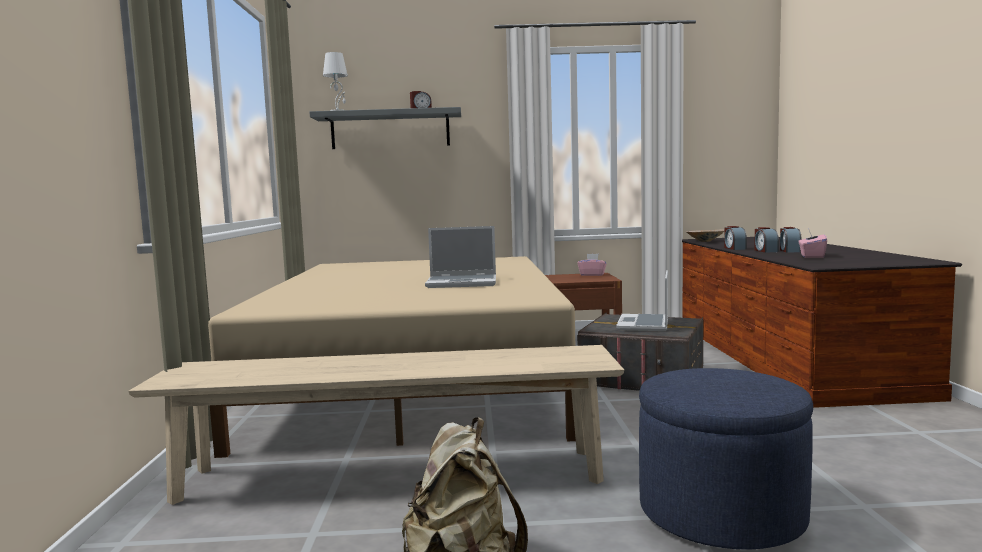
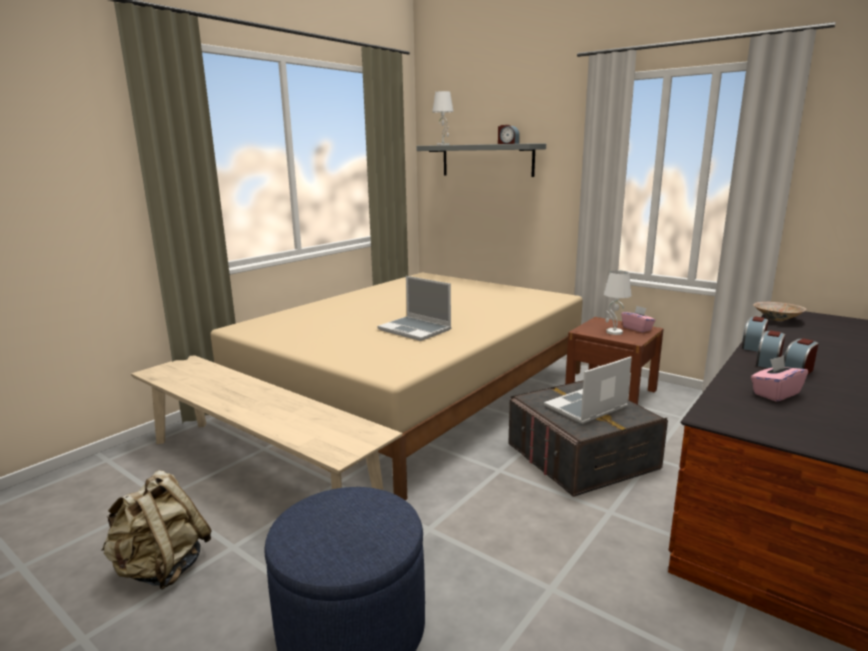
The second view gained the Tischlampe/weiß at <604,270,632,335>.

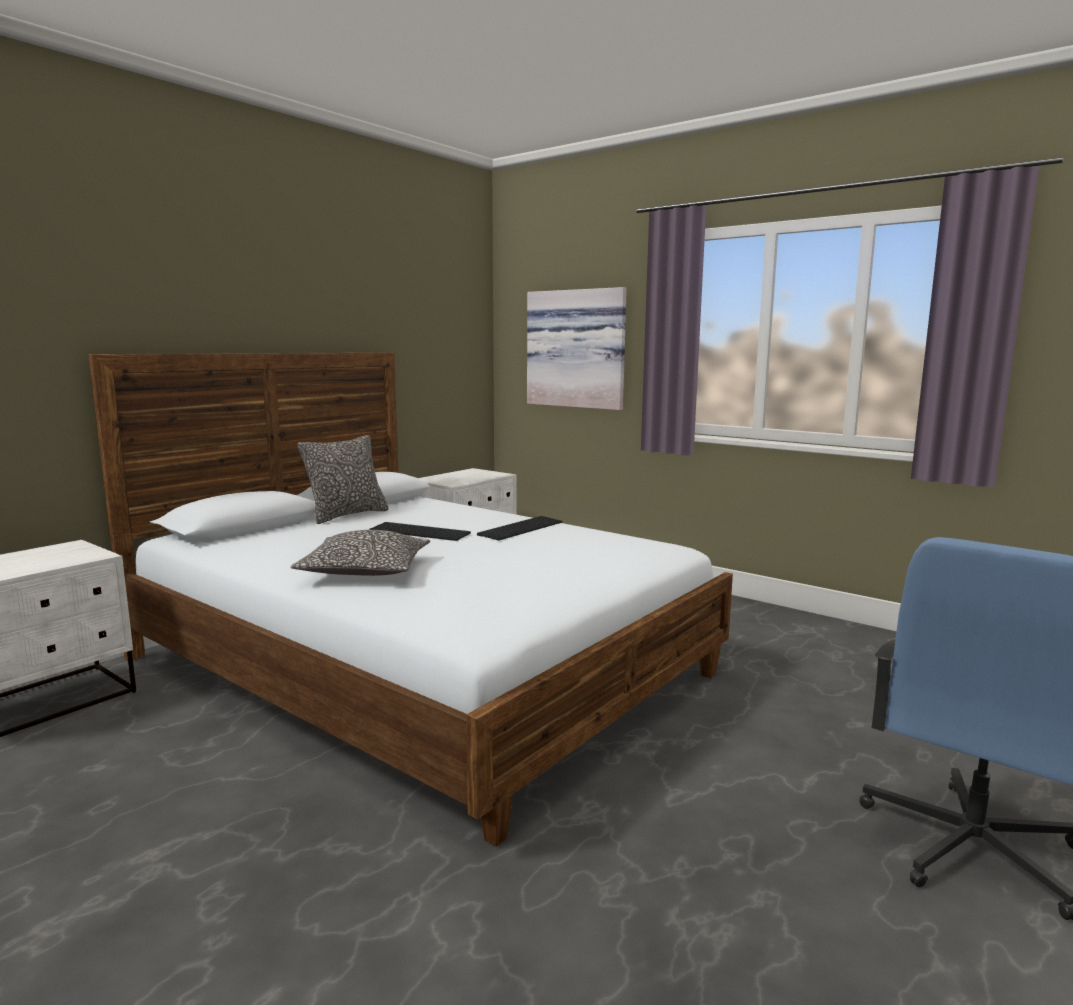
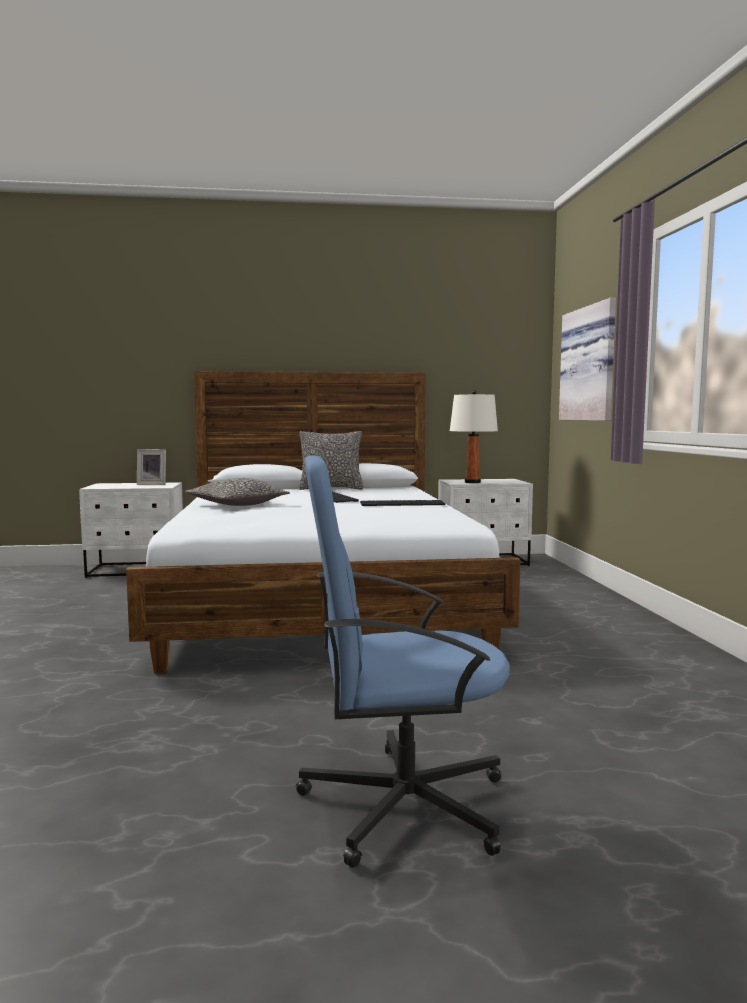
The second view gained the Bilderrahmen at <137,449,166,485>.
The second view gained the Tischlampe/weiß at <450,390,498,483>.

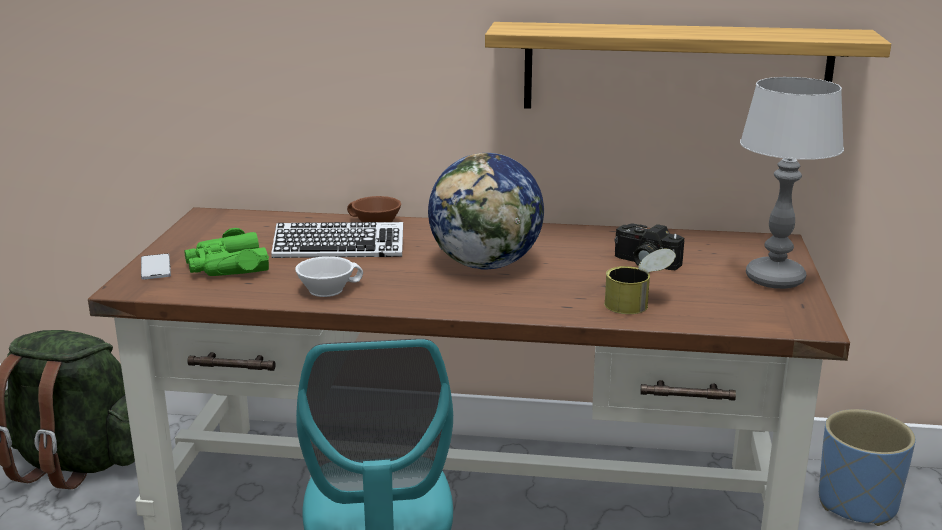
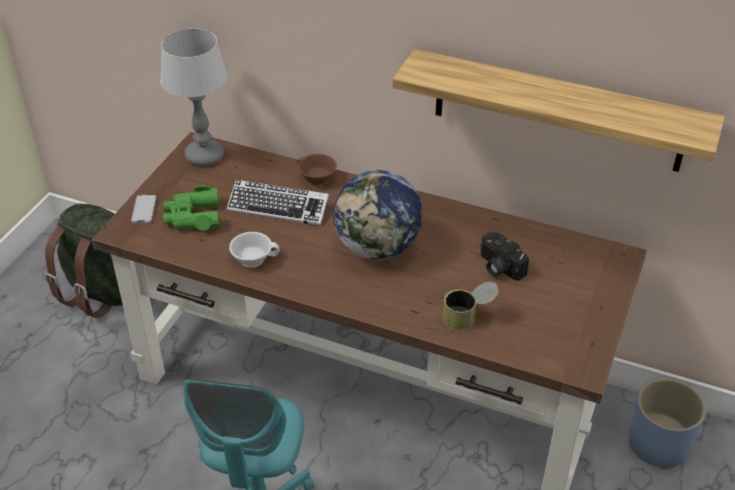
The Tischlampe ended up elsewhere, having gone from <740,77,844,289> to <160,29,228,166>.

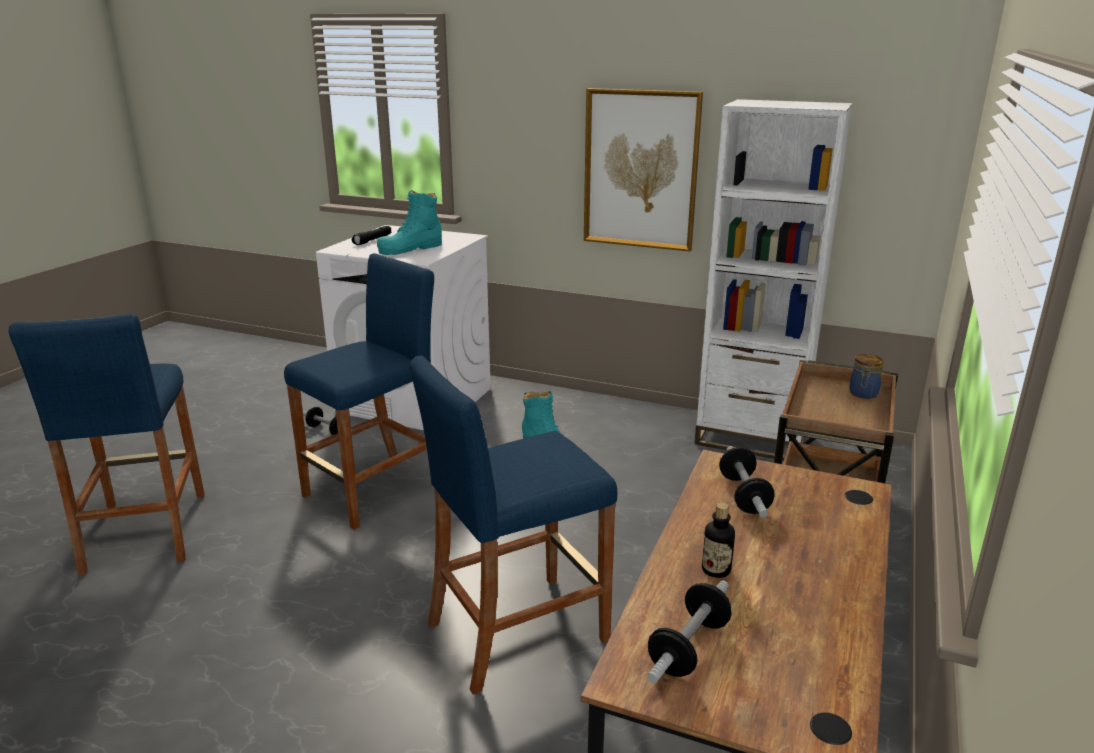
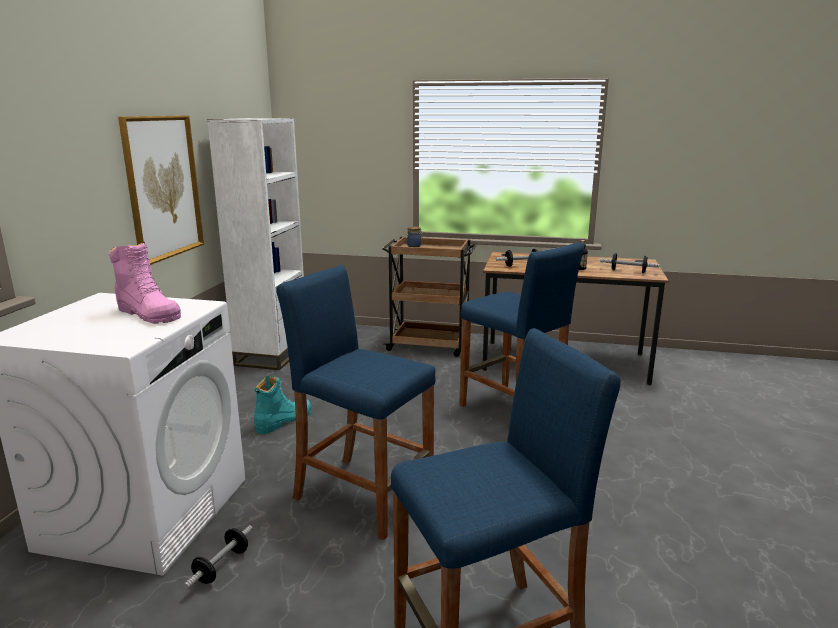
The second view lost the Taschenlampe/schwarz at <352,226,391,245>.
What was the Stiefel/türkis at <377,190,442,255> turned into the Stiefel/rosa at <109,242,181,324>.

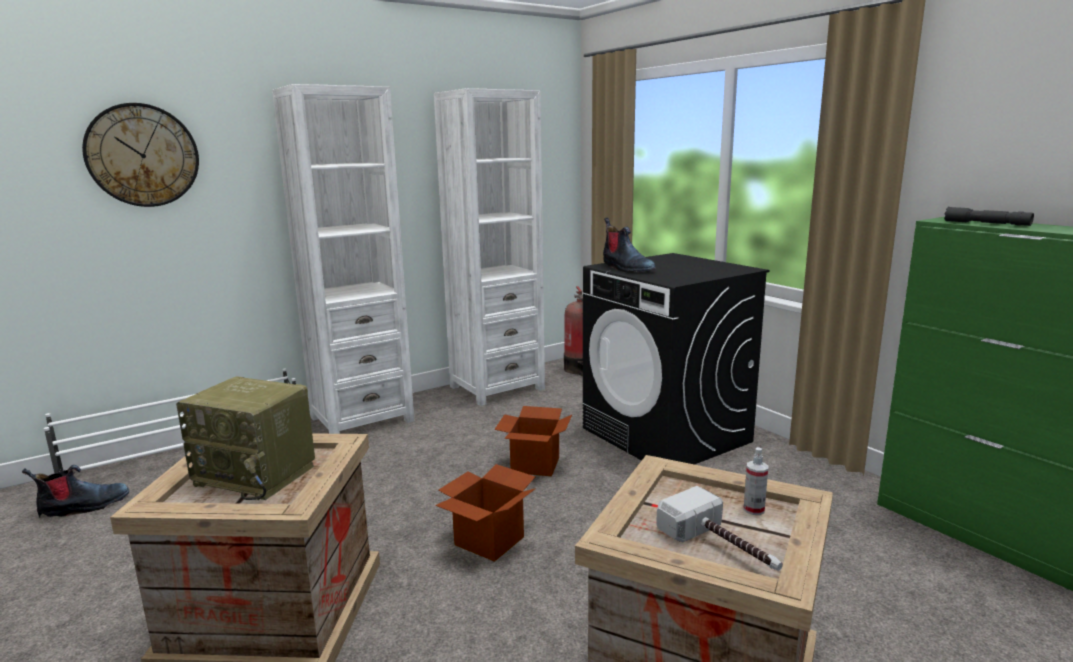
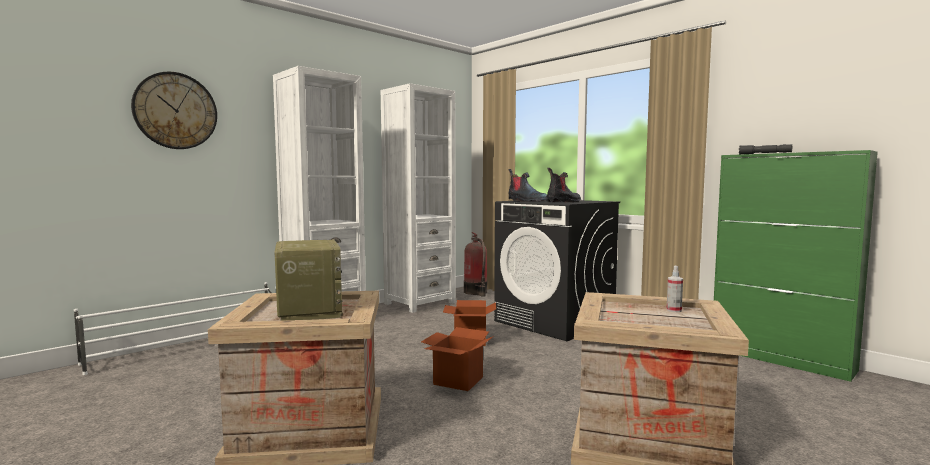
The Stiefel ended up elsewhere, having gone from <22,465,130,518> to <546,168,581,203>.
The Radio at <176,376,315,500> ended up facing another way, 120 degrees counterclockwise from before.
The second view lost the Hammer at <656,486,783,571>.

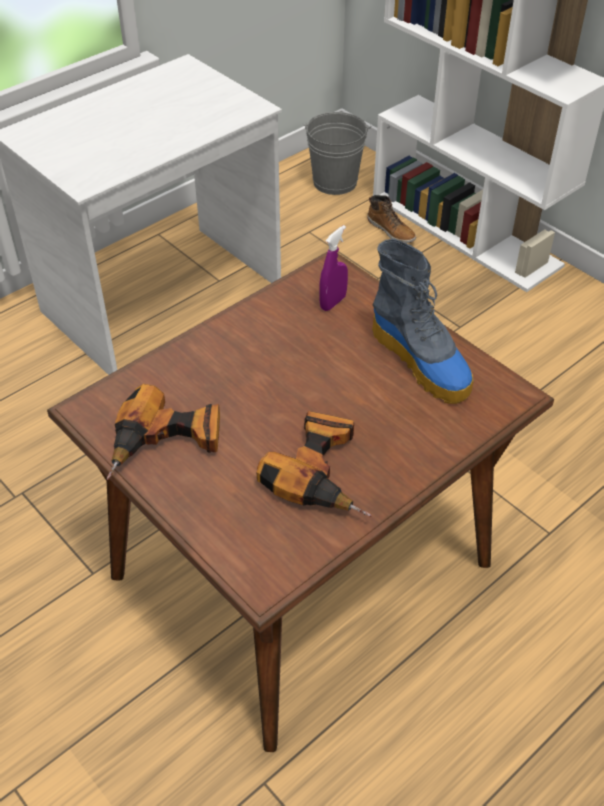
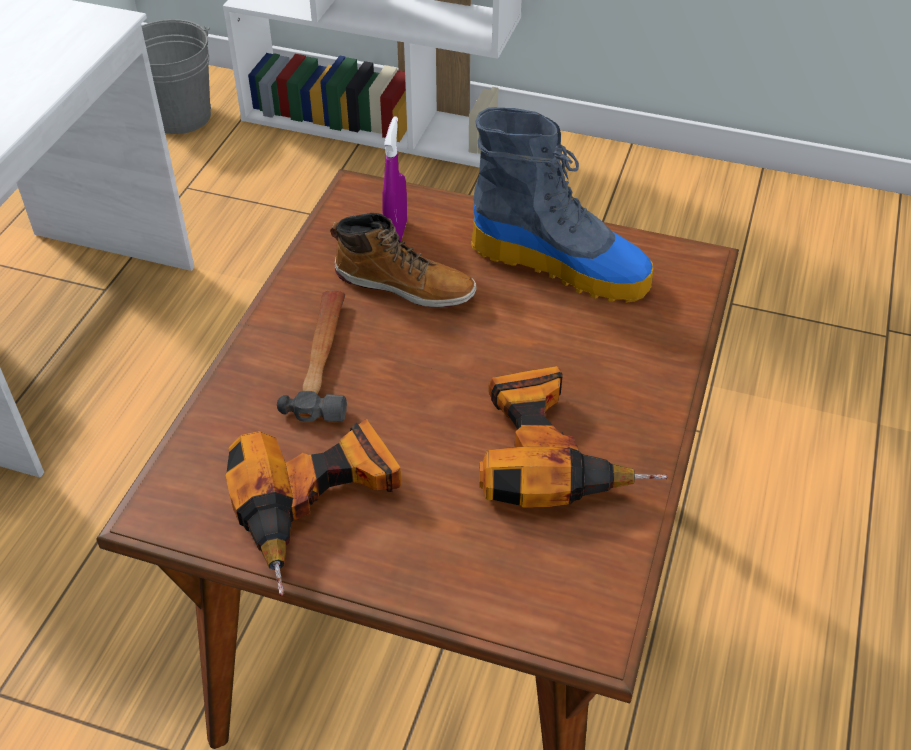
The Stiefel ended up elsewhere, having gone from <367,195,416,243> to <330,213,477,308>.
The second view gained the Hammer at <277,291,347,422>.

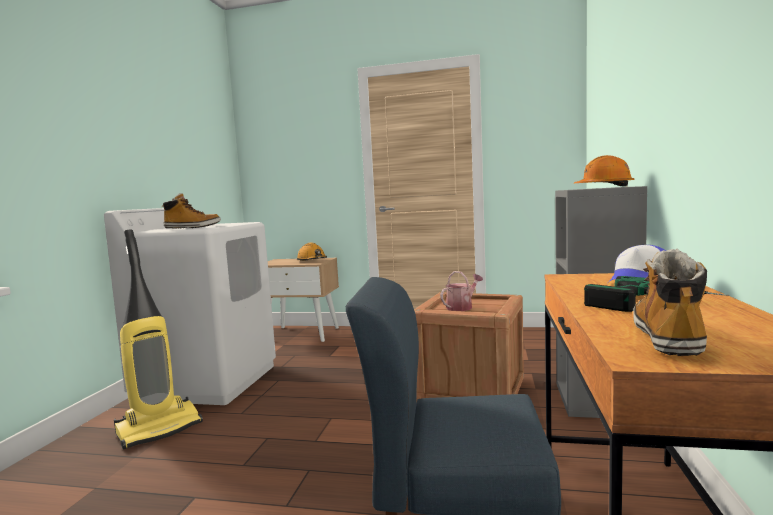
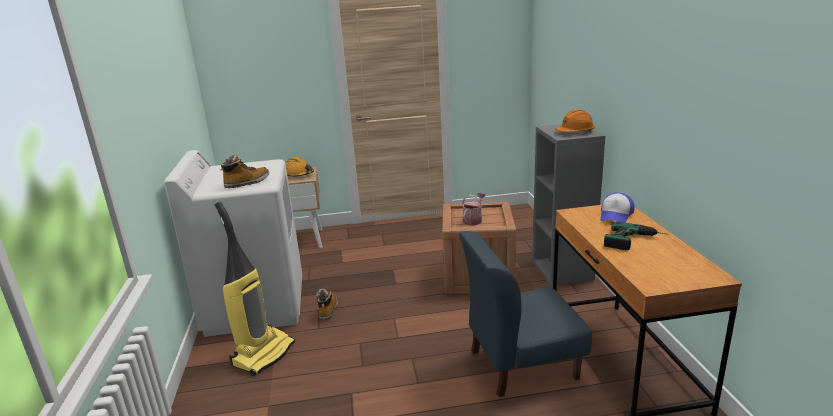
The Stiefel ended up elsewhere, having gone from <633,249,707,356> to <316,289,338,320>.

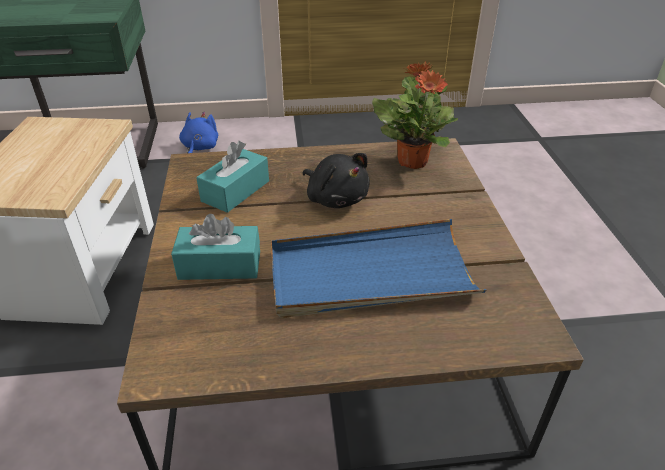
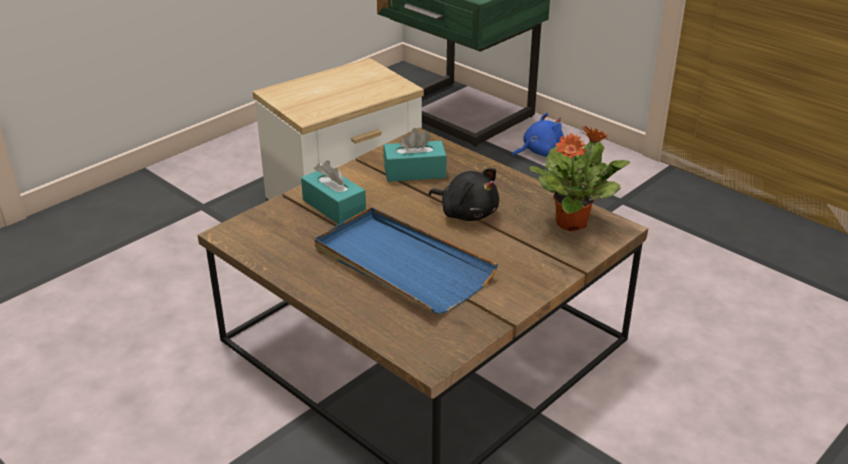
The Plüschtier/schwarz at <303,153,370,208> ended up facing another way, 60 degrees counterclockwise from before.

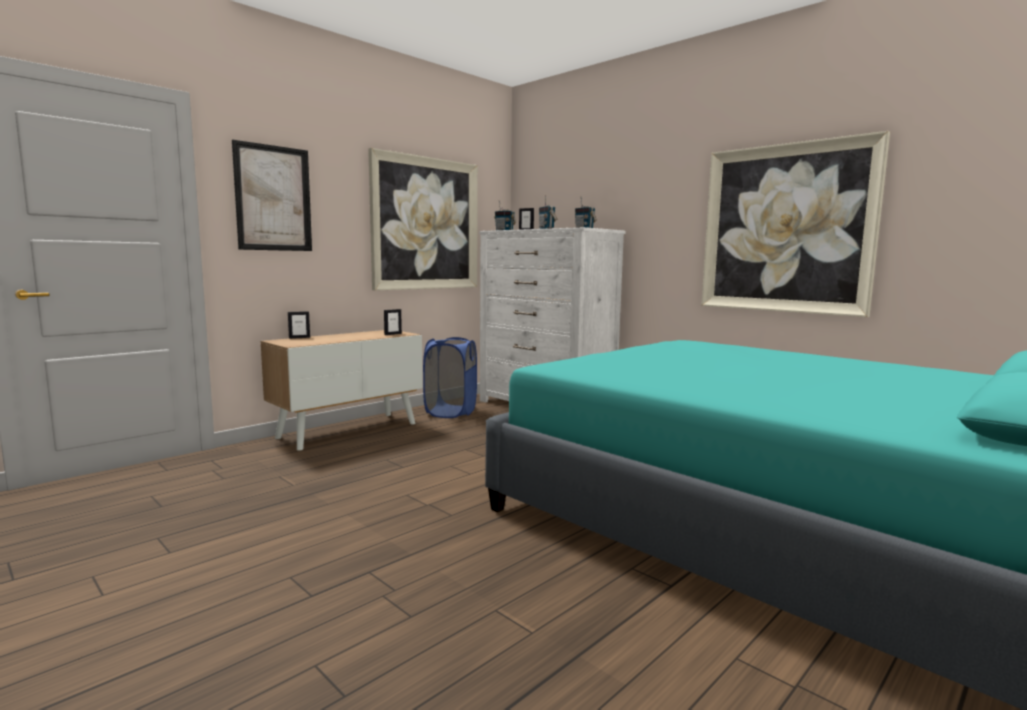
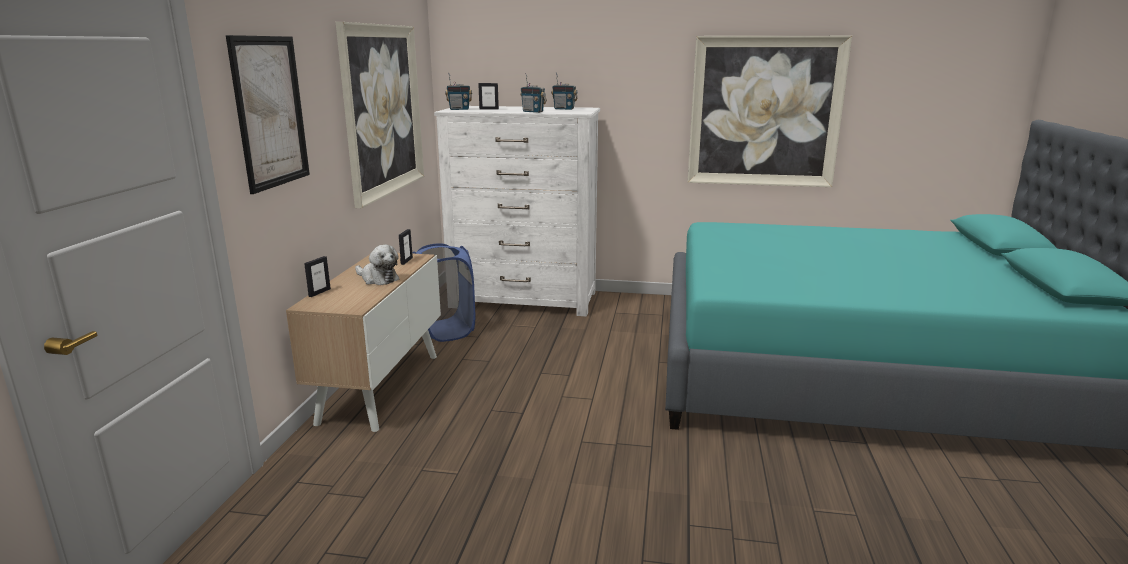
The second view gained the Plüschtier at <355,245,399,285>.

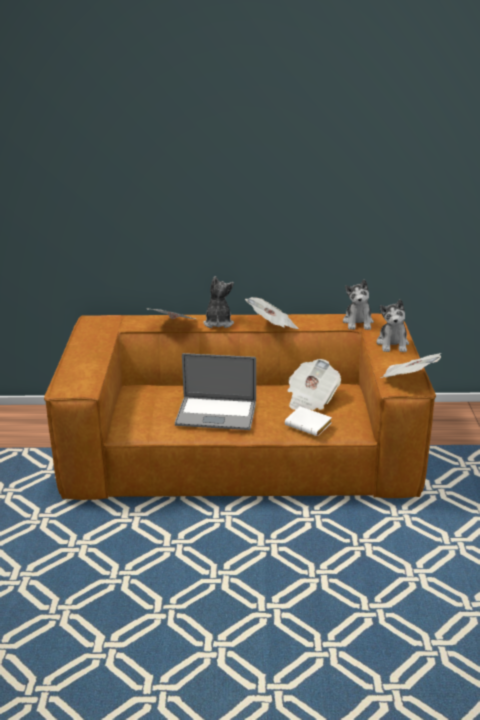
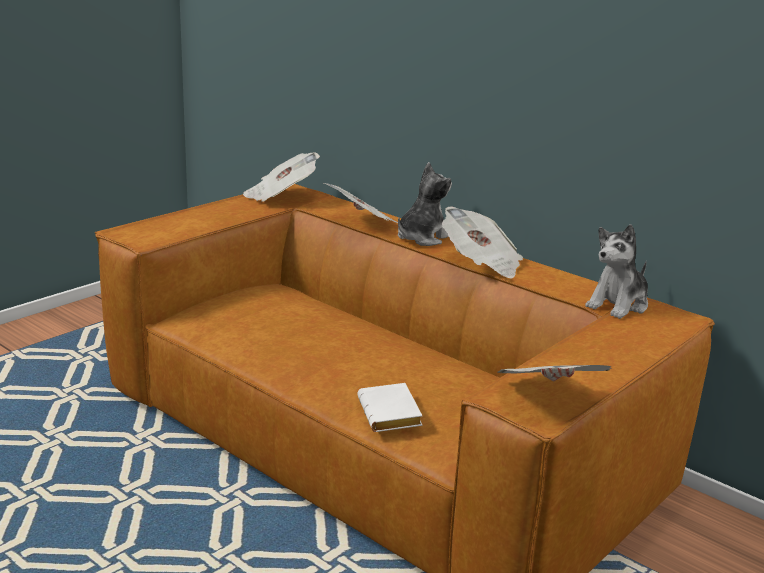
The second view lost the Laptop at <175,353,256,430>.
The Zeitung ended up elsewhere, having gone from <287,359,341,410> to <243,152,320,202>.
The second view lost the Plüschtier at <376,299,409,352>.

